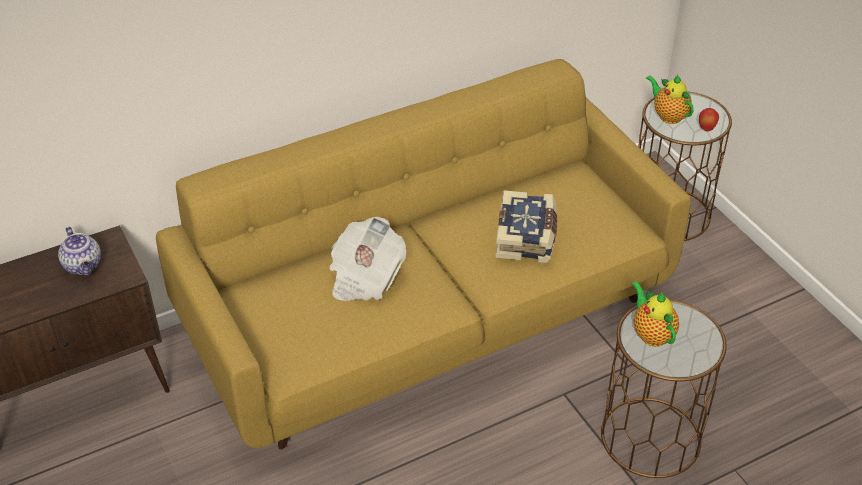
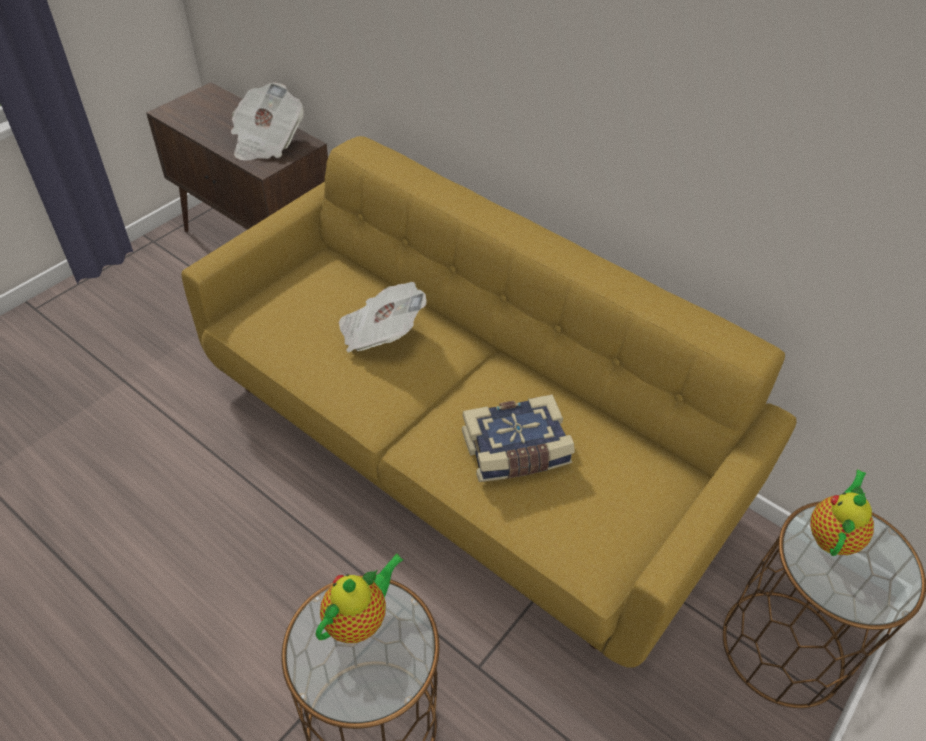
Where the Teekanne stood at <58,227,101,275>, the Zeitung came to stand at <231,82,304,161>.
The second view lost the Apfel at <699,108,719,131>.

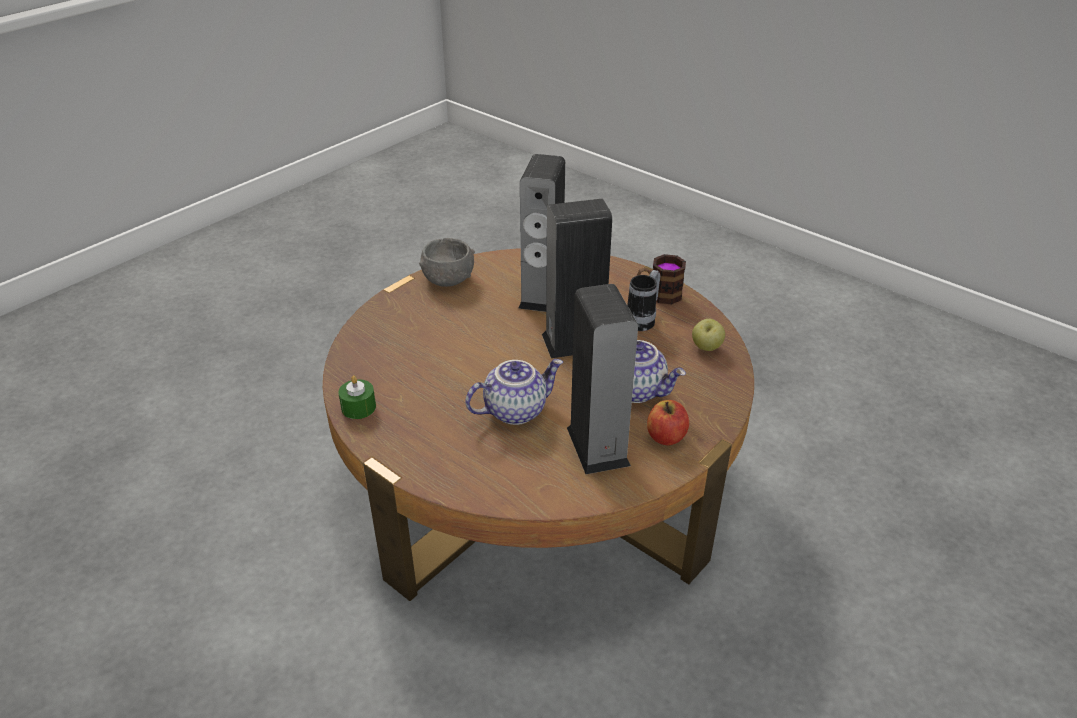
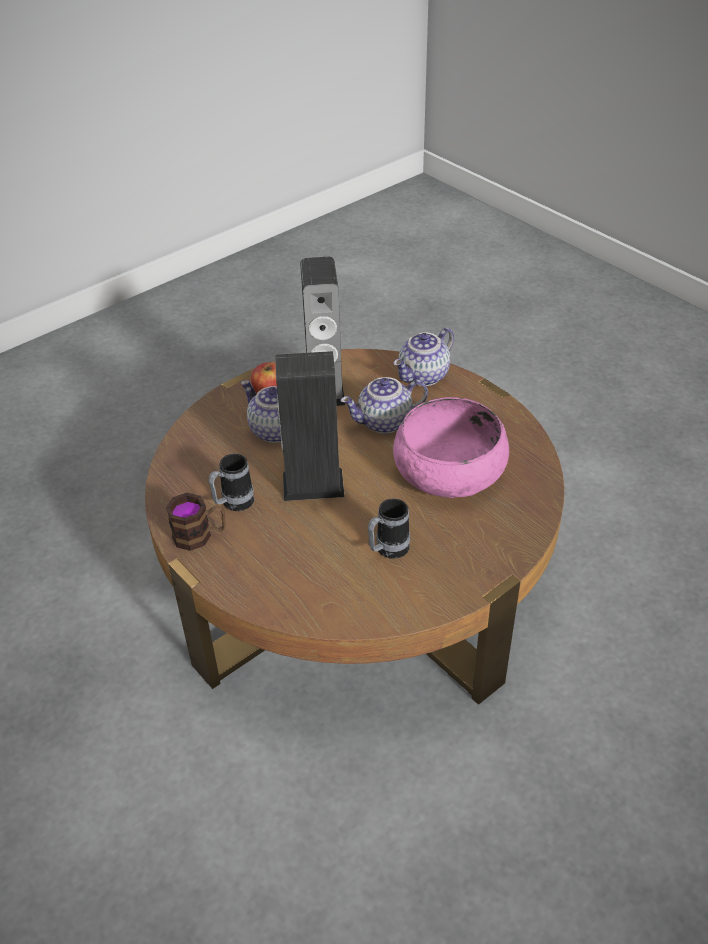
The second view lost the Kerze/grün at <338,375,376,419>.
The second view lost the Schüssel/grau at <419,238,475,287>.
The second view lost the Lautsprecher at <518,154,565,312>.
The second view lost the Apfel at <692,319,725,351>.
The second view gained the Henkelbecher at <368,498,410,559>.
The second view gained the Teekanne at <393,327,454,386>.
The second view gained the Schüssel/rosa at <393,397,509,498>.

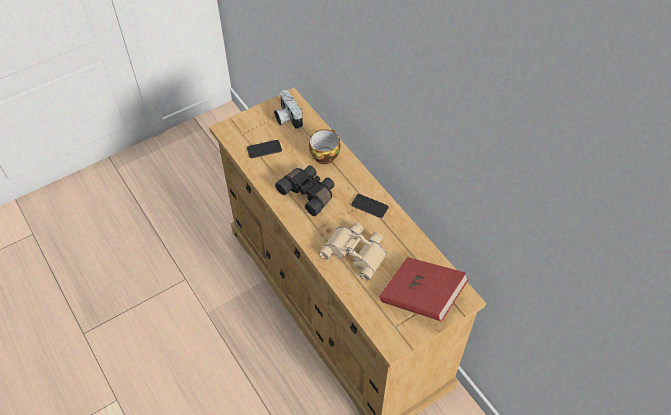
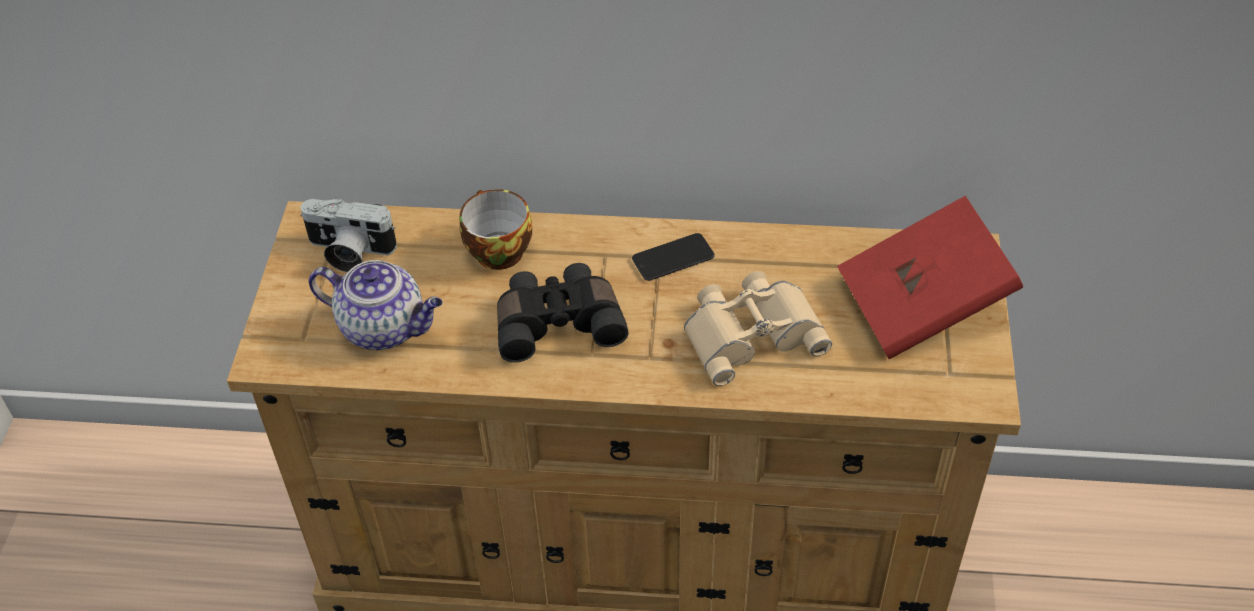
Where the Handy stood at <247,140,282,158>, the Teekanne came to stand at <309,260,443,350>.

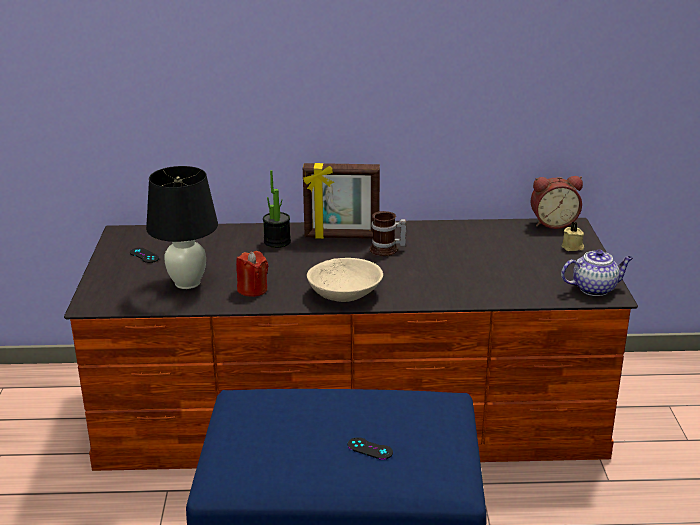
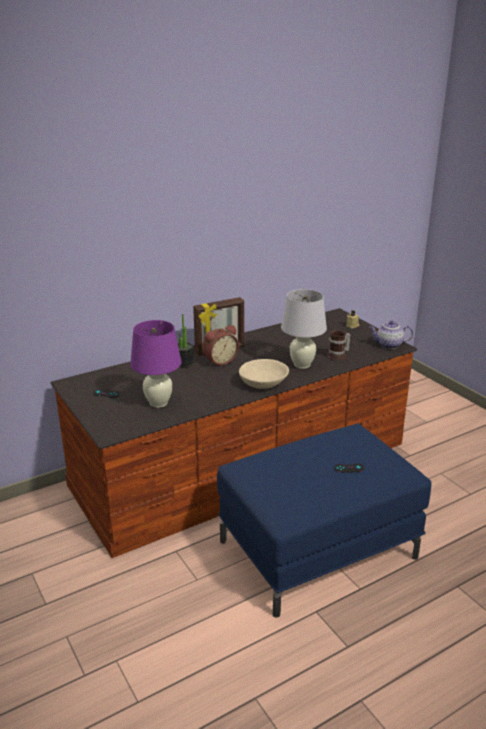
What was the Tischlampe/schwarz at <146,166,218,289> turned into the Tischlampe/lila at <130,320,182,408>.
The second view lost the Kerze/rot at <236,251,268,297>.
The Henkelbecher ended up elsewhere, having gone from <370,211,406,256> to <327,330,351,360>.
The Wecker ended up elsewhere, having gone from <531,176,583,229> to <202,325,239,366>.
The Teekanne at <561,249,633,296> ended up facing another way, 135 degrees counterclockwise from before.
The second view gained the Tischlampe/weiß at <281,289,327,369>.

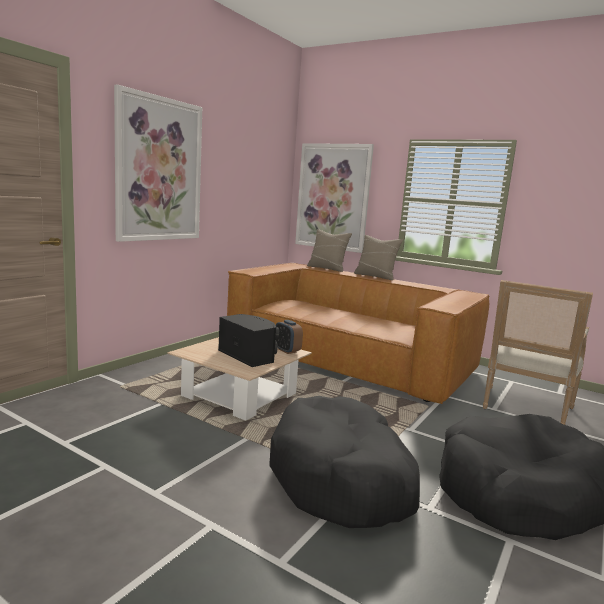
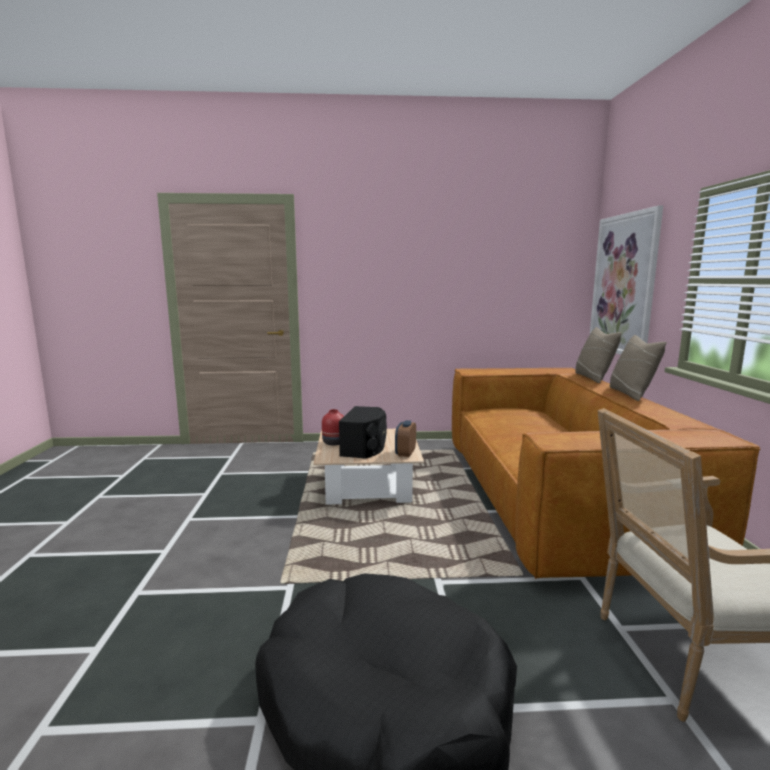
The second view lost the Bild at <114,84,202,242>.
The second view lost the Hundebett/schwarz at <269,396,420,528>.
The second view gained the Vase/rot at <322,409,344,445>.

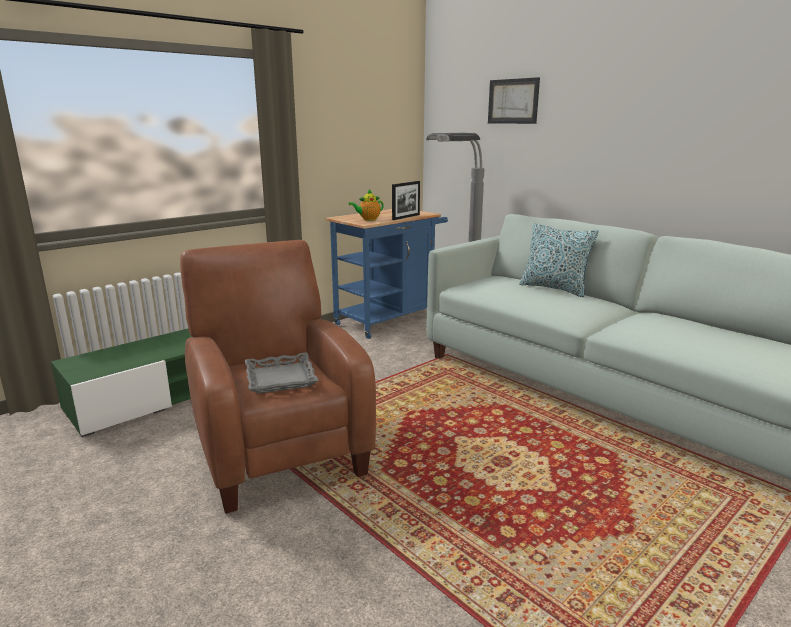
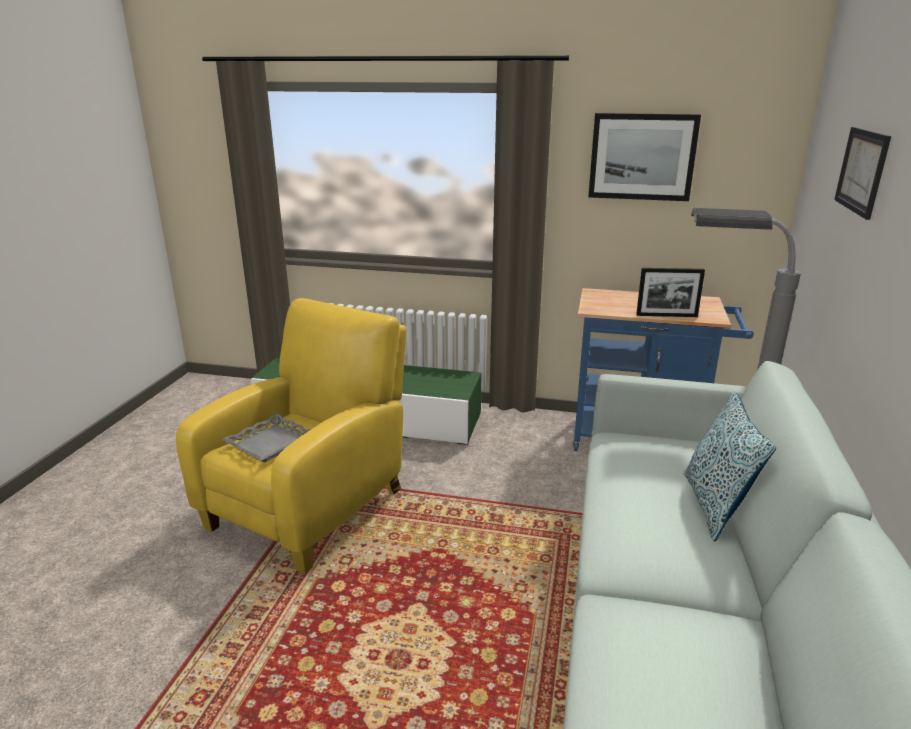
What was the Sessel/braun at <180,240,376,514> turned into the Sessel/gelb at <176,298,407,574>.
The second view lost the Teekanne at <349,189,384,221>.
The second view gained the Bild at <588,113,701,201>.

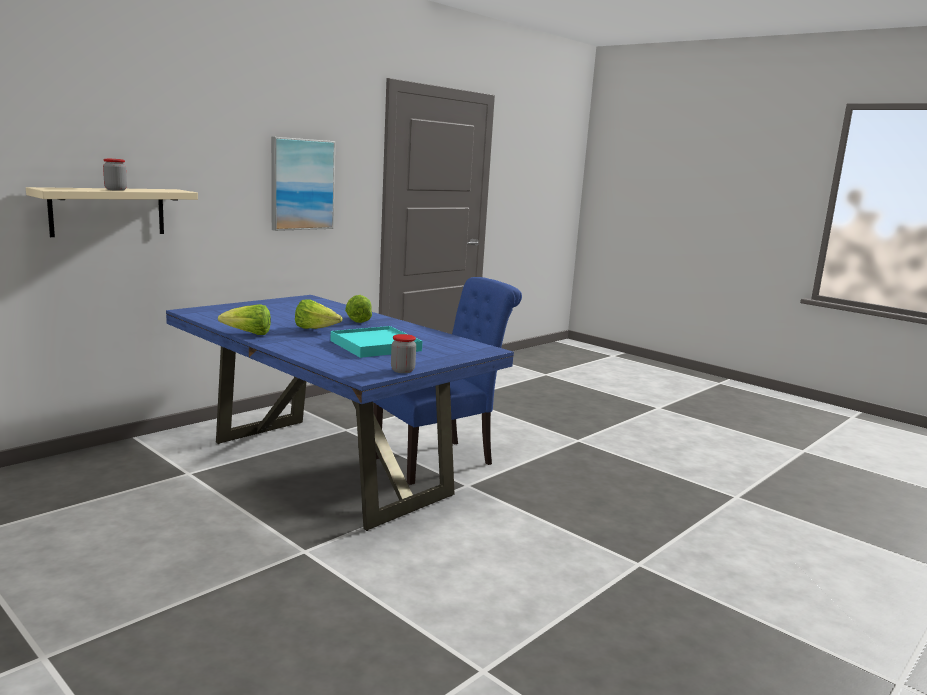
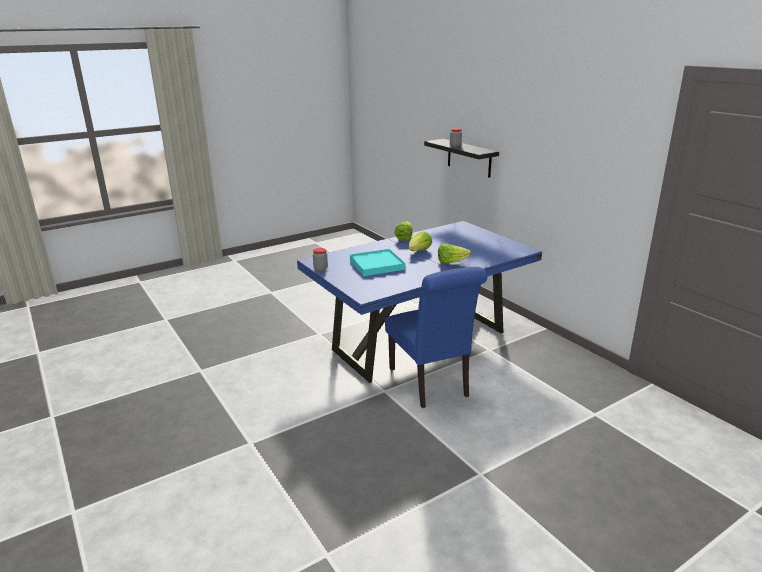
What was the Wandregal/beige at <26,187,198,237> turned into the Wandregal/schwarz at <424,139,499,178>.
The second view lost the Bild at <271,137,335,231>.

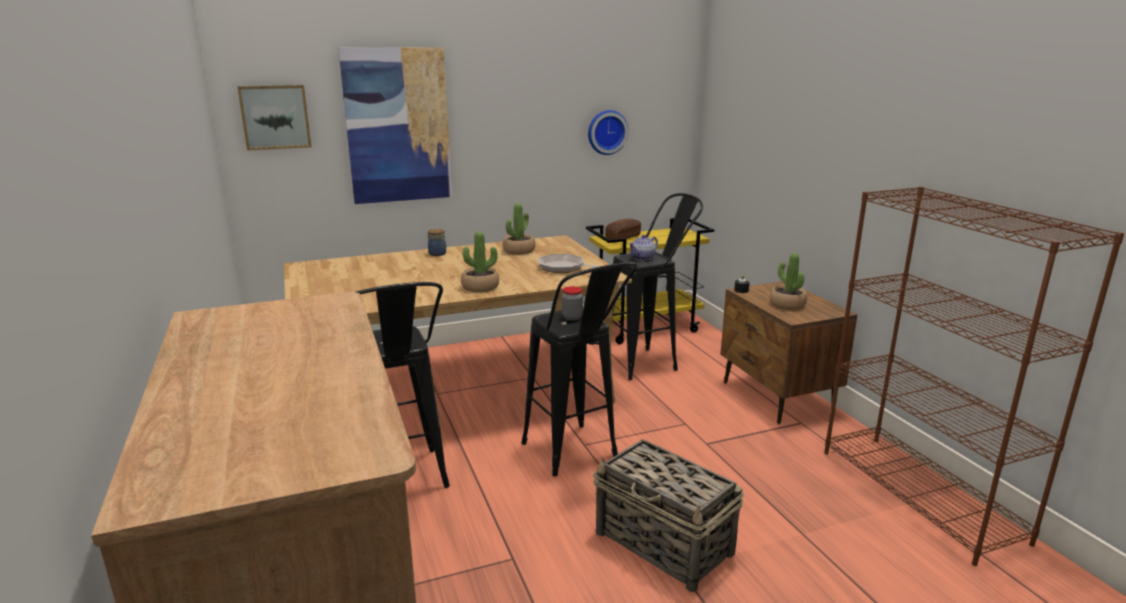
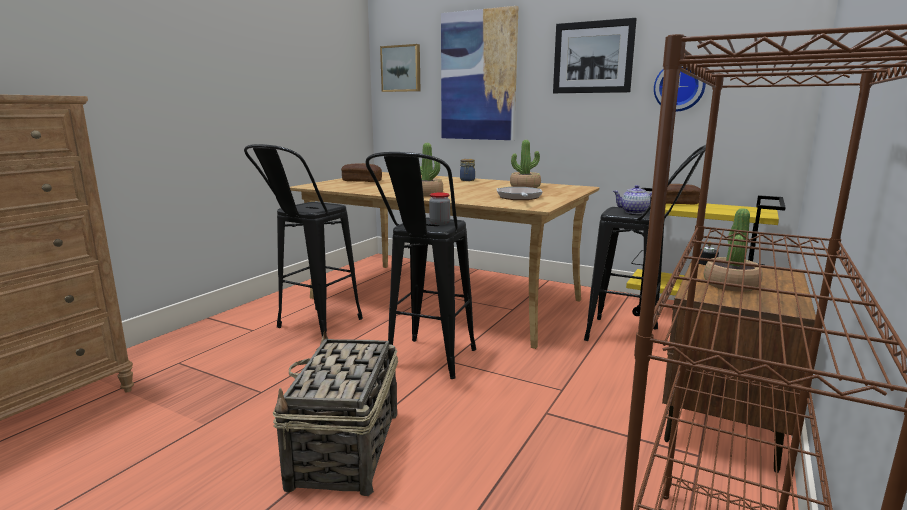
The second view gained the Brot at <341,163,382,182>.
The second view gained the Bild at <553,18,637,93>.

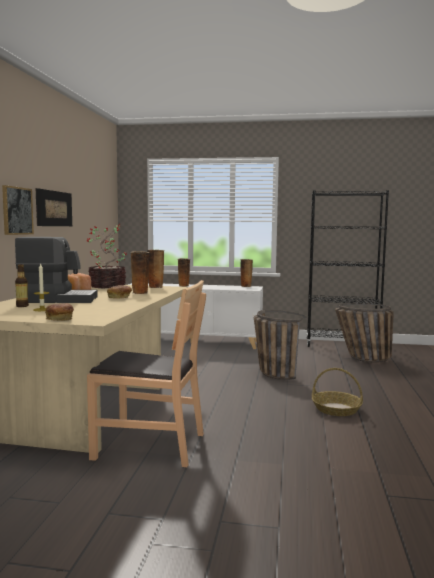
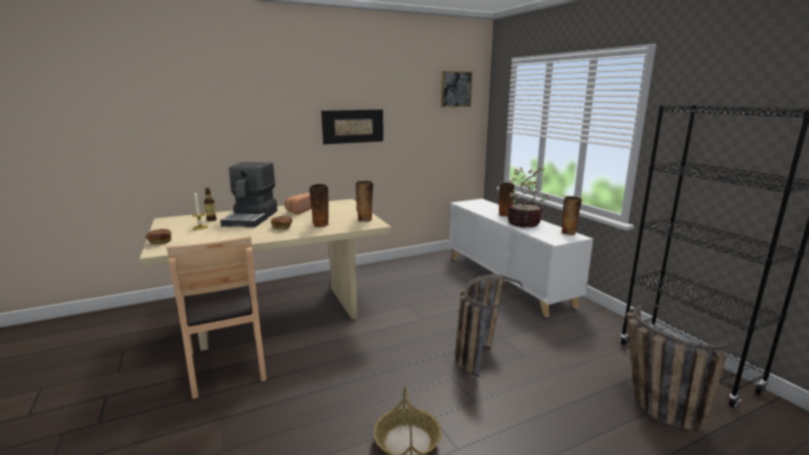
The Bild ended up elsewhere, having gone from <2,185,34,235> to <441,71,472,107>.
The Kaffeemaschine at <15,237,98,303> ended up facing another way, 45 degrees clockwise from before.
The Topfpflanze ended up elsewhere, having gone from <87,224,127,288> to <507,167,549,227>.

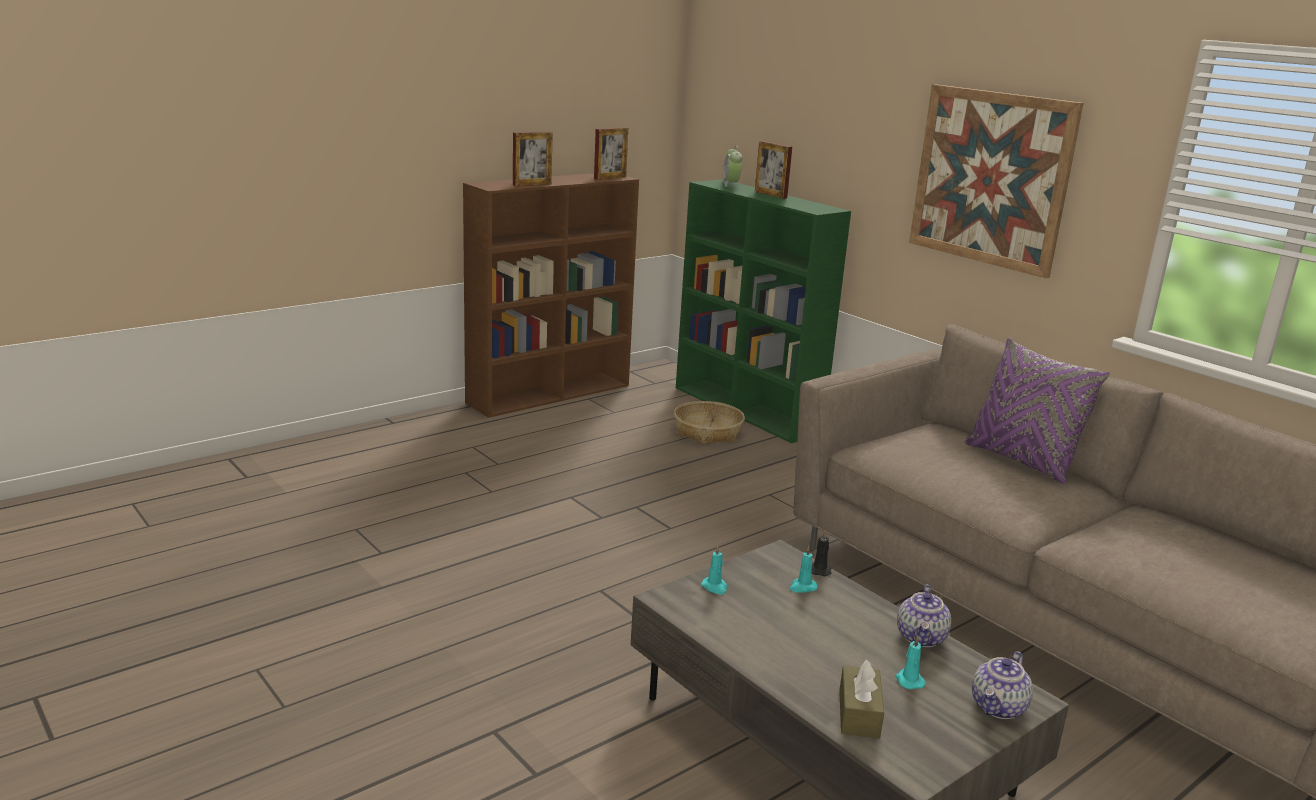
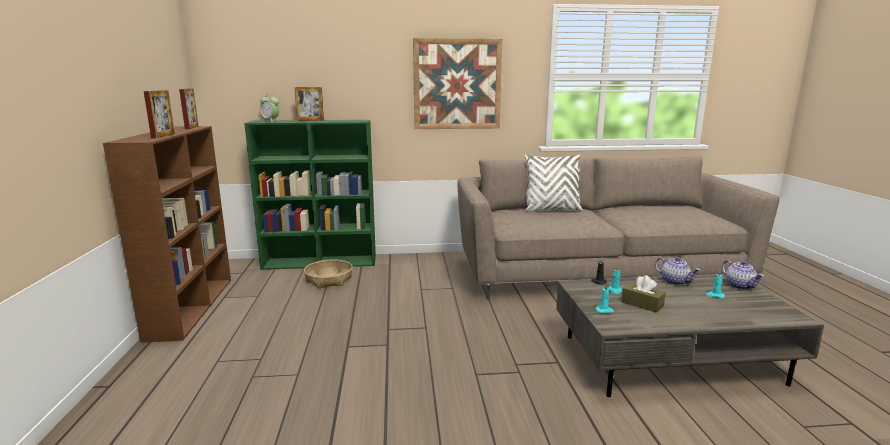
The Taschentuchbox/braun ended up elsewhere, having gone from <839,660,884,739> to <621,275,666,313>.
What was the Kissen/lila at <965,337,1110,484> turned into the Kissen/weiß at <525,154,583,213>.

